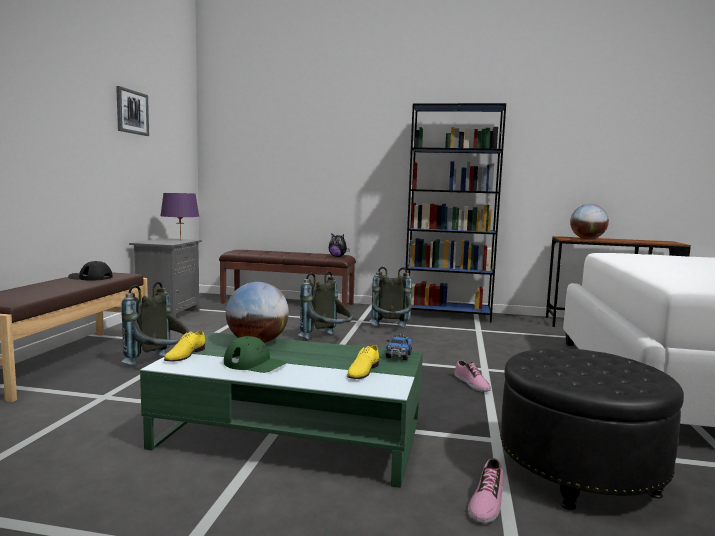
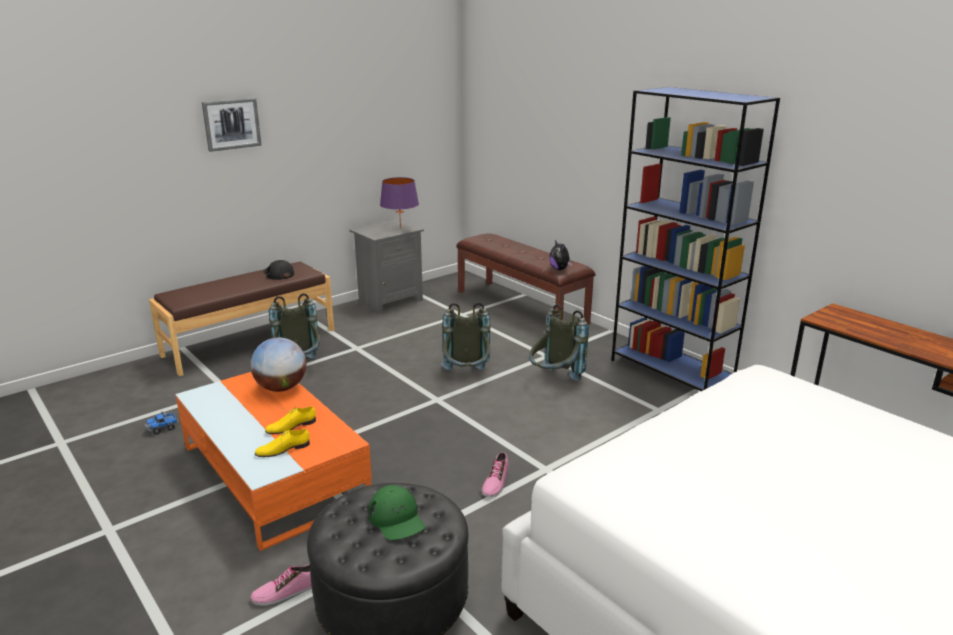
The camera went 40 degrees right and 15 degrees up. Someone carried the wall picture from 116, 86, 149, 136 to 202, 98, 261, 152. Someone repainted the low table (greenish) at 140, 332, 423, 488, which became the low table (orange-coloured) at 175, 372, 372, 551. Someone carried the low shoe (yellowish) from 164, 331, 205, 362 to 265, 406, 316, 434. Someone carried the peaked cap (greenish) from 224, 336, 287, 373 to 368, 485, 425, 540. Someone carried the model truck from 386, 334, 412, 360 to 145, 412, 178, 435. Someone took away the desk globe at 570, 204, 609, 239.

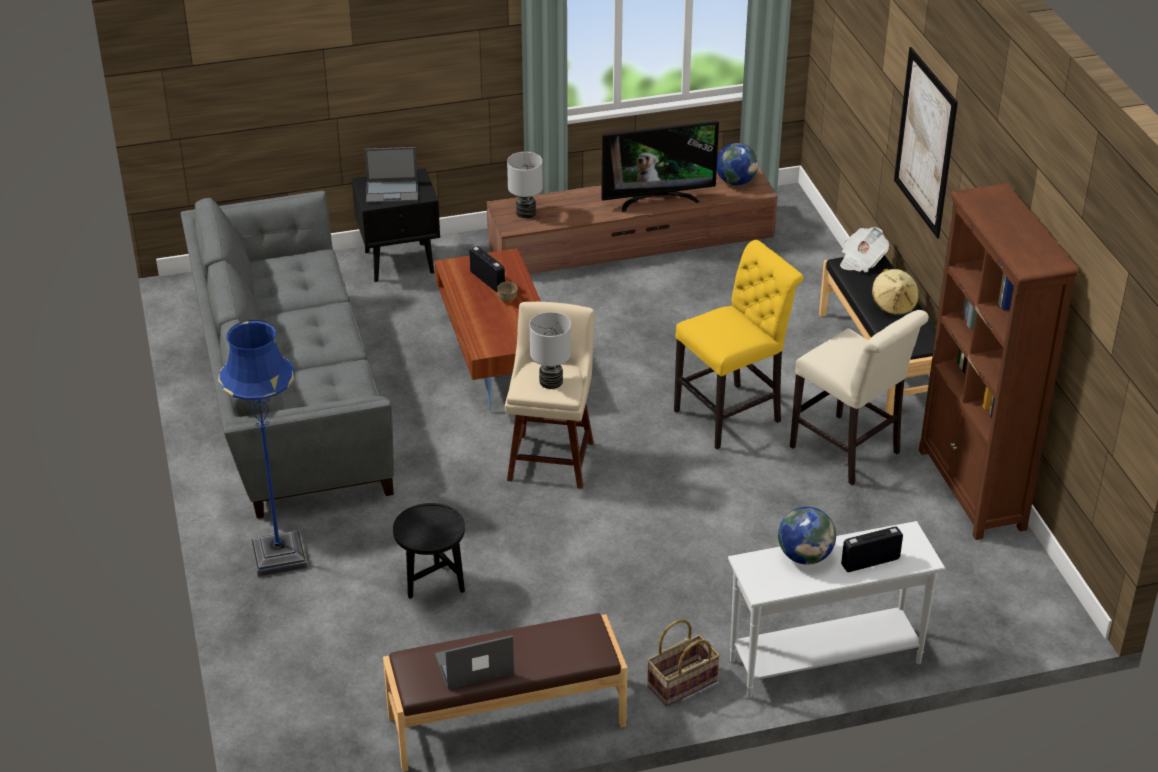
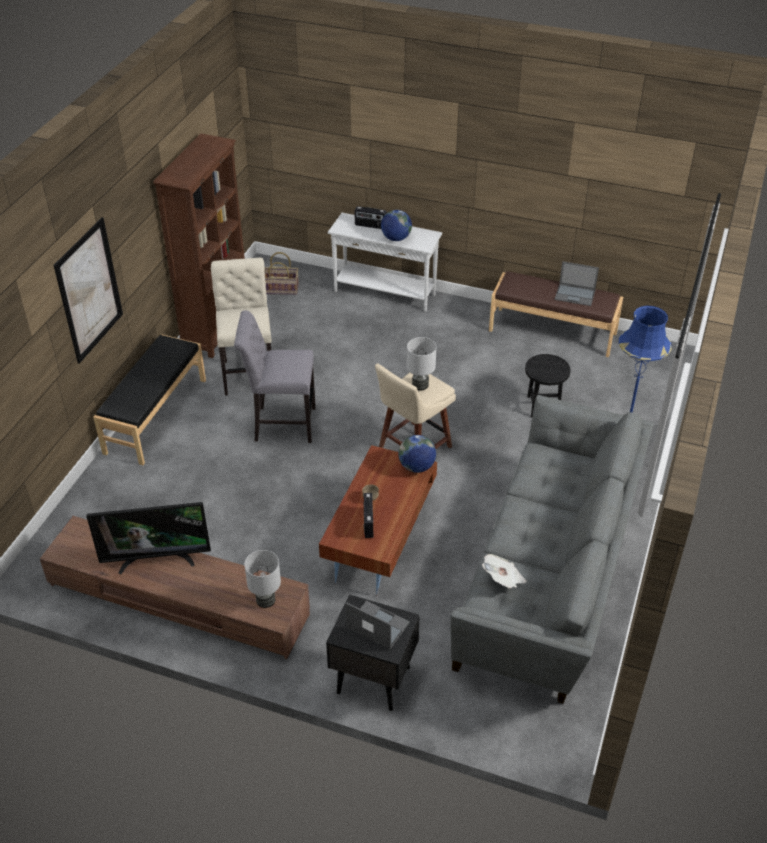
The camera went 145 degrees left and 5 degrees up. Someone rotated the TV at 601, 121, 719, 212 by 150 degrees clockwise. Someone carried the household basket from 647, 619, 720, 706 to 264, 252, 299, 295. Someone repainted the stool seat (yellowish) at 674, 240, 803, 449, which became the stool seat (gray) at 234, 310, 316, 443. Someone carried the desk globe from 717, 143, 758, 186 to 398, 435, 436, 473. Someone carried the printed paper from 840, 227, 889, 272 to 482, 554, 526, 588. Someone took away the clothing hat (sand-coloured) at 872, 269, 919, 316.

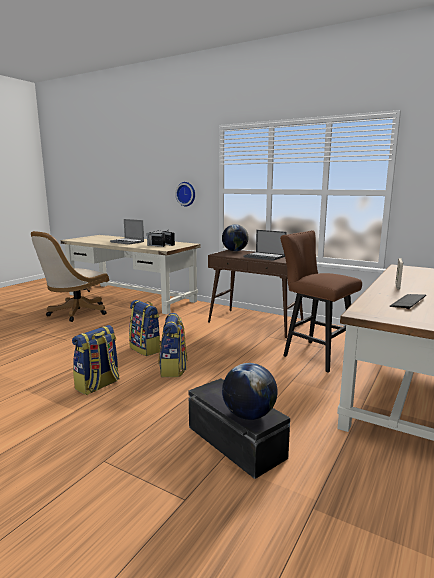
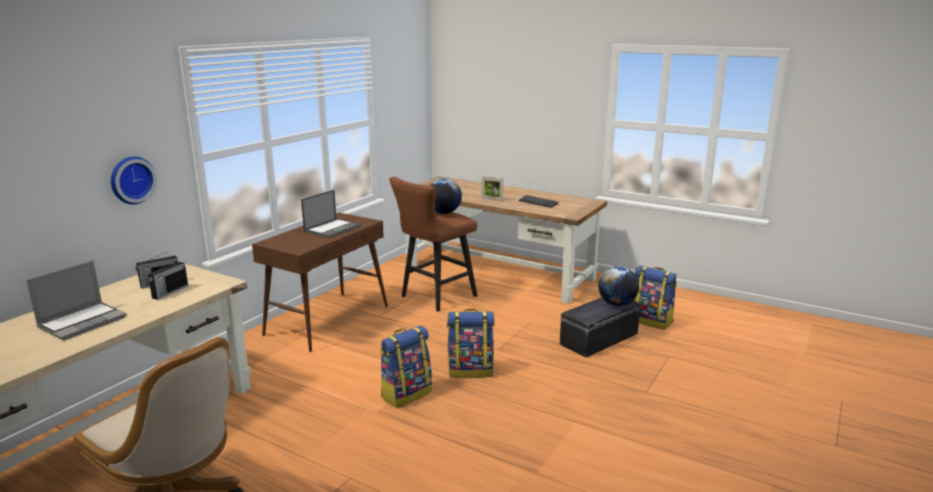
The camera went 90 degrees left and 5 degrees up. Someone carried the knapsack from 72, 325, 120, 395 to 634, 266, 677, 330. Someone carried the desk globe from 222, 224, 249, 251 to 430, 178, 462, 214.

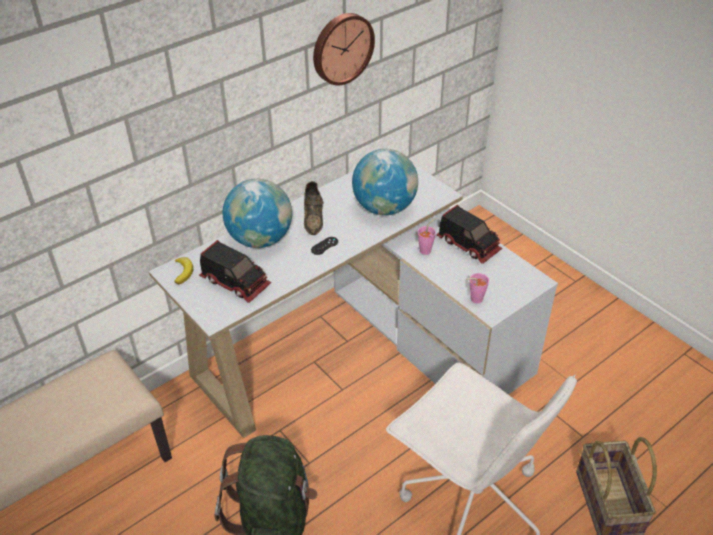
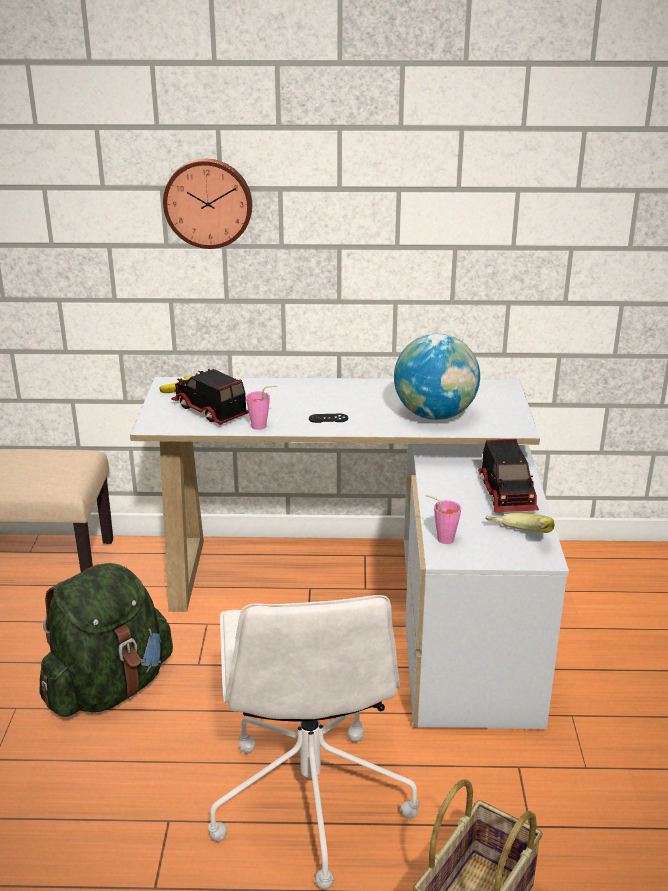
The camera went 40 degrees right and 15 degrees down. Someone rotated the model truck at 199, 240, 271, 303 by 150 degrees clockwise. Someone took away the desk globe at 222, 179, 292, 248. Someone took away the low shoe (brownish) at 304, 181, 324, 235. Someone carried the clock on the wall from 313, 13, 375, 85 to 163, 159, 252, 249. Someone carried the small cup (pink-coloured) from 418, 218, 436, 255 to 246, 385, 277, 430. Someone put down the banana at 485, 513, 554, 533.

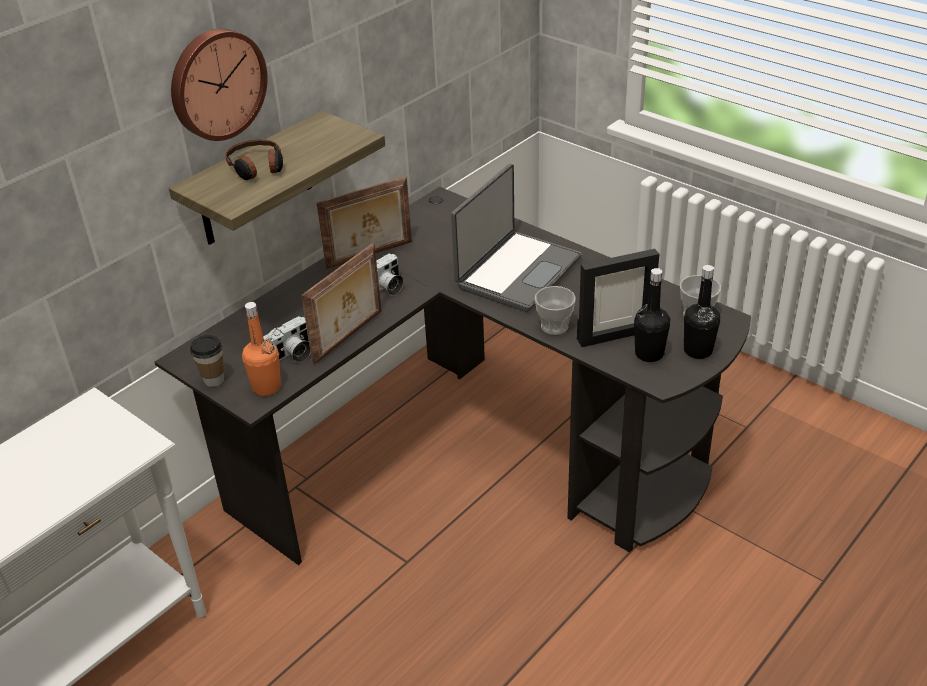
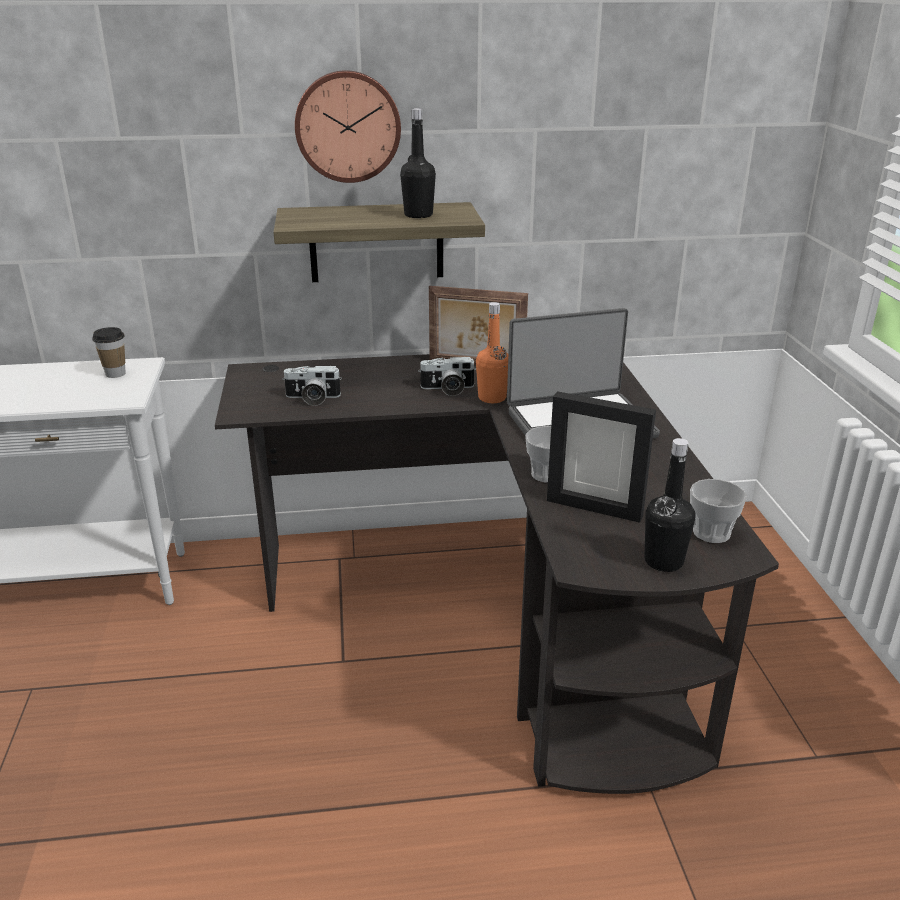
The camera went 40 degrees right and 10 degrees down. Someone carried the small cup from 190, 335, 224, 387 to 92, 327, 126, 378. Someone took away the pair of headphones at 225, 139, 283, 180. Someone carried the beverage bottle (orange-coloured) from 242, 302, 281, 396 to 476, 302, 508, 403. Someone took away the photo frame at 301, 243, 382, 365. Someone carried the beverage bottle (blackish) from 634, 268, 670, 362 to 400, 108, 436, 218.

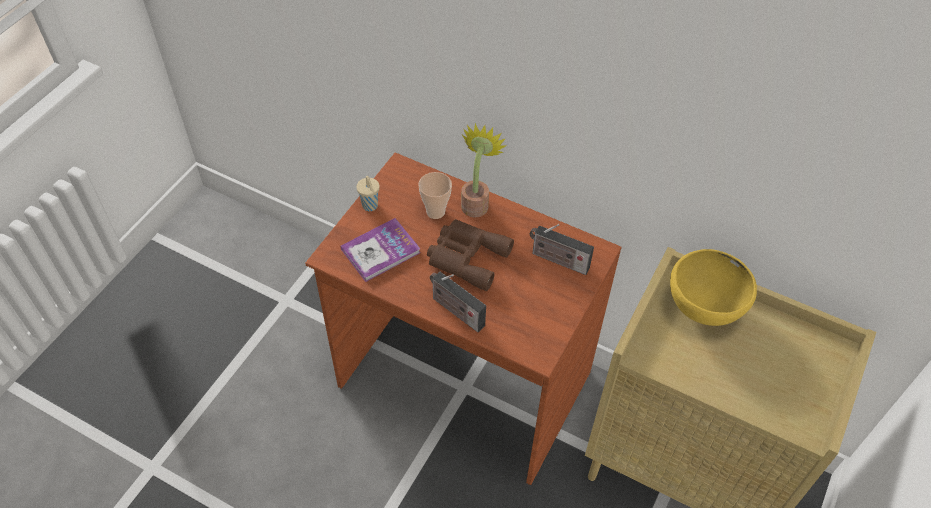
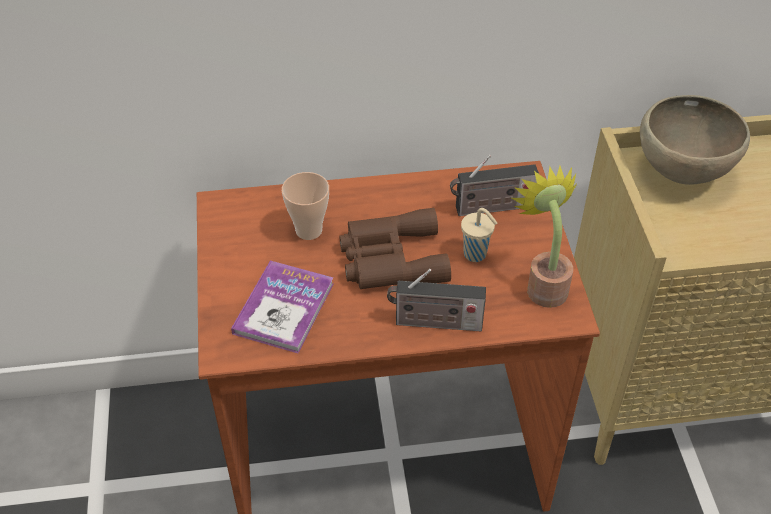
The camera went 35 degrees left and 5 degrees down. Someone carried the small cup (sand-coloured) from 356, 176, 380, 211 to 461, 208, 497, 262. Someone carried the potted plant from 461, 123, 507, 217 to 512, 166, 578, 308. Someone repainted the bowl (yellowish) at 670, 249, 757, 326, which became the bowl (brownish) at 640, 95, 750, 185.

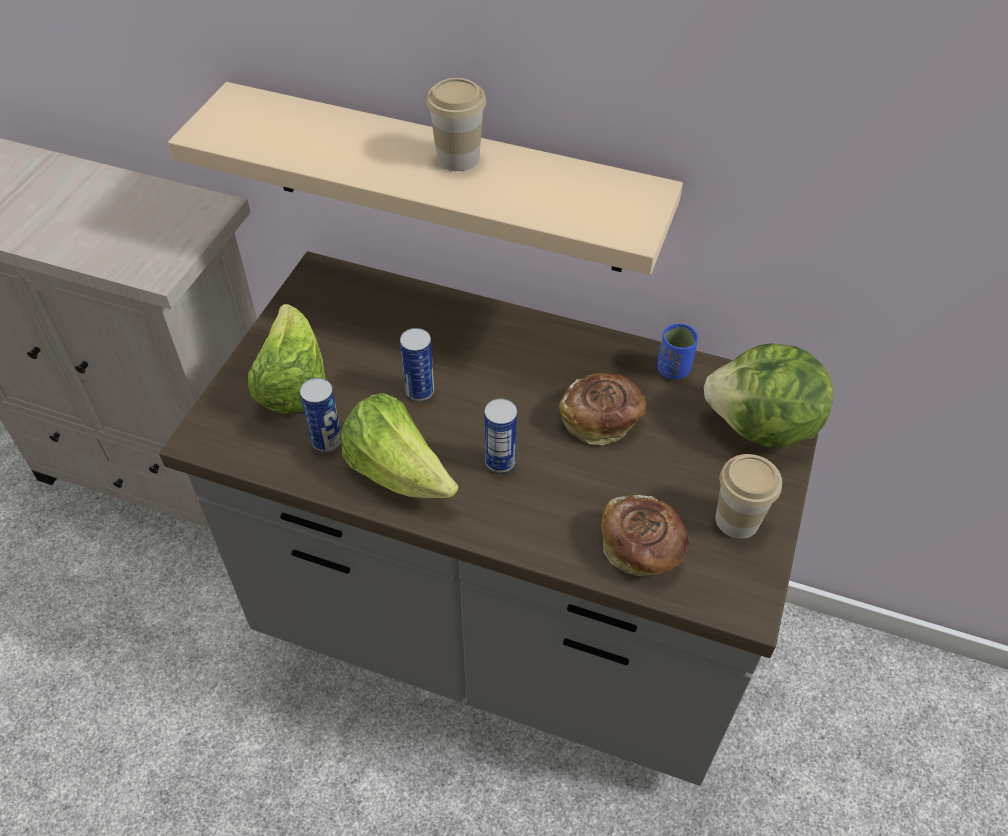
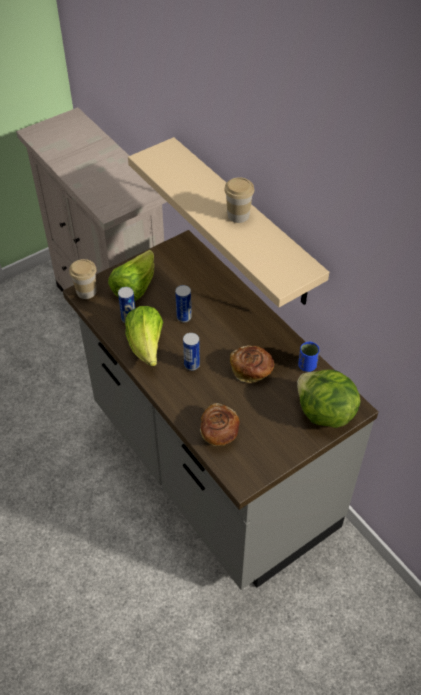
The camera went 35 degrees right and 0 degrees up. Someone carried the small cup from 715, 454, 782, 539 to 69, 259, 96, 299.

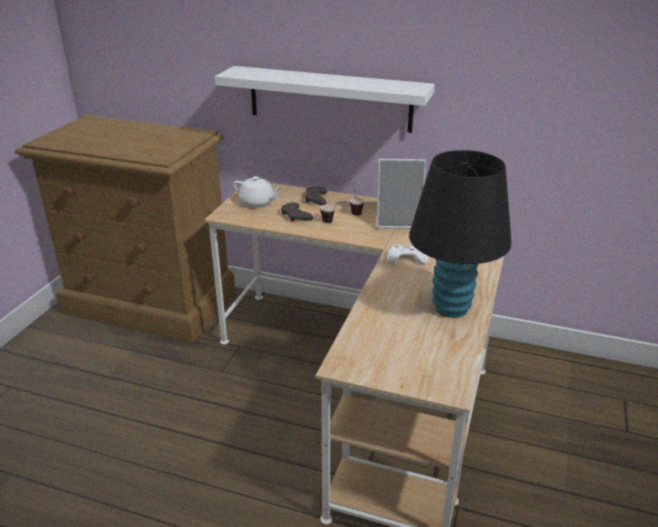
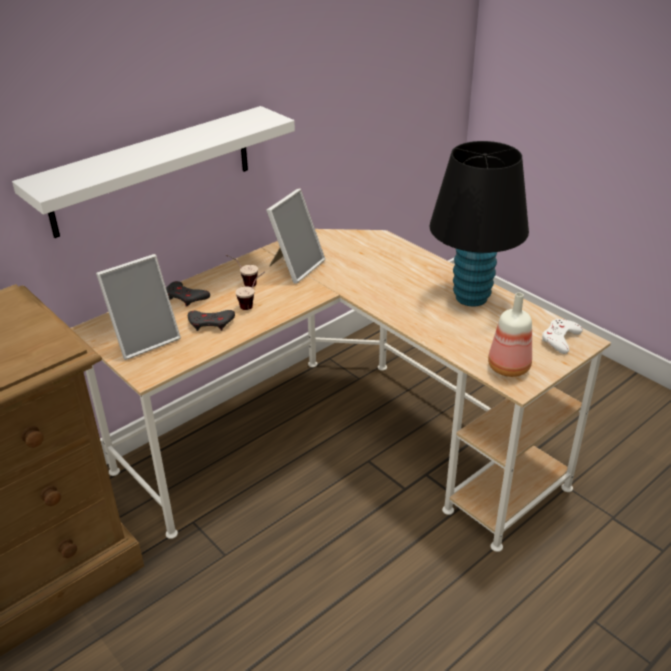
The camera went 60 degrees left and 5 degrees up. Someone swapped the pot for tea (white-coloured) at 233, 176, 283, 207 for the photo frame at 96, 254, 181, 360. Someone carried the joypad (white-coloured) from 387, 244, 428, 265 to 542, 319, 583, 354. Someone put down the beverage bottle at 488, 292, 532, 377.

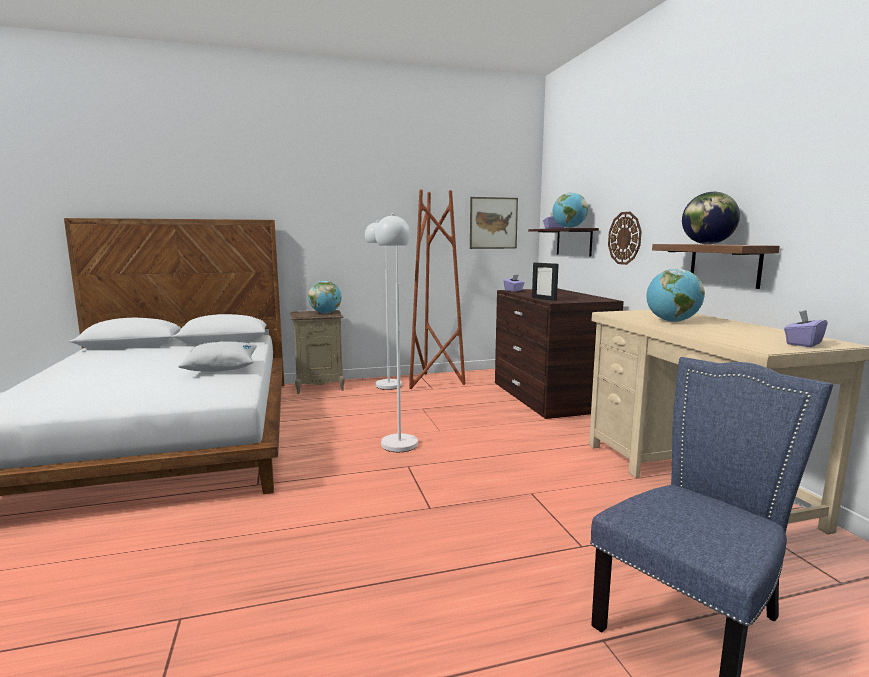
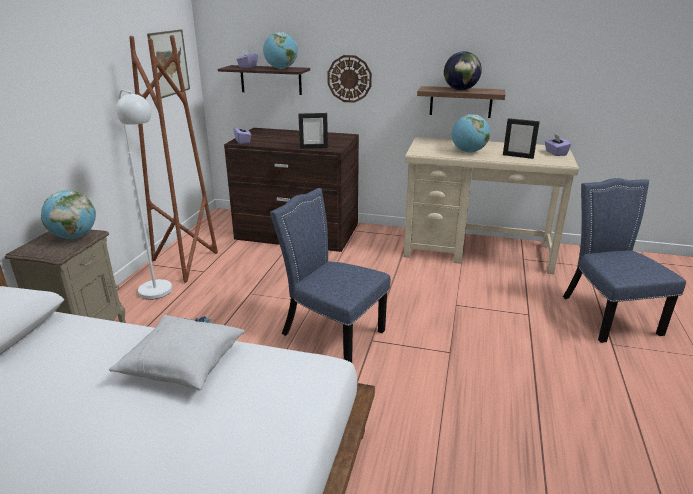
The camera went 60 degrees left and 15 degrees up. Someone swapped the floor lamp (white-coloured) at 375, 213, 418, 452 for the upright chair (blue) at 270, 188, 390, 363. Someone put down the photo frame at 503, 118, 540, 159.

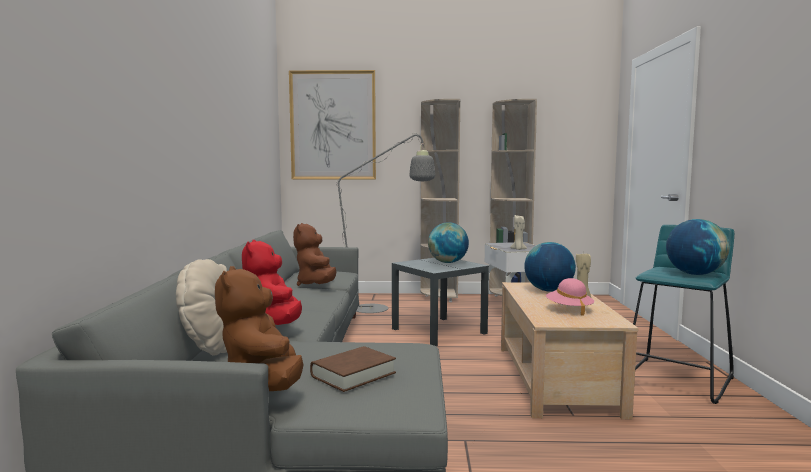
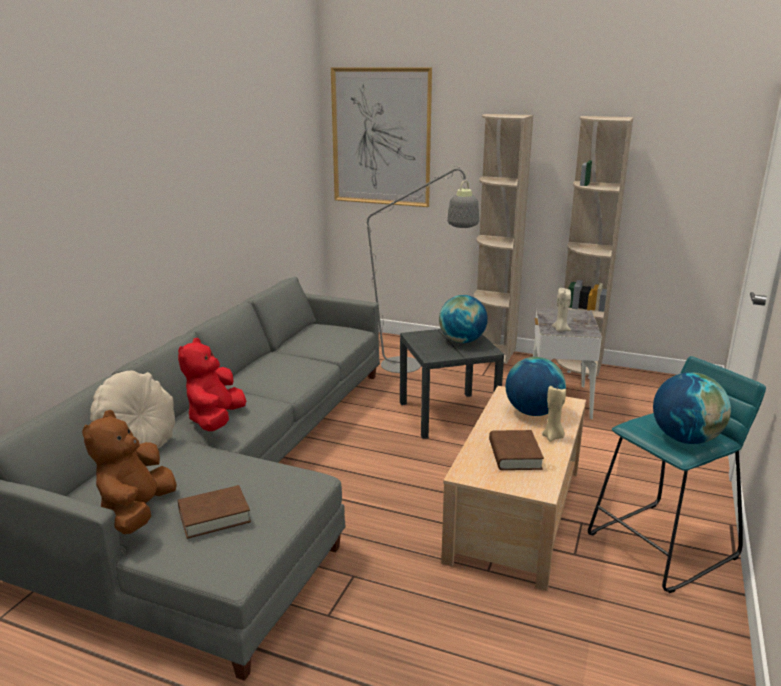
The camera went 20 degrees right and 15 degrees up. Someone took away the soft toy (brownish) at 293, 223, 336, 286. Someone swapped the clothing hat (pink-coloured) at 546, 278, 594, 316 for the volume (brownish) at 489, 430, 544, 470.

